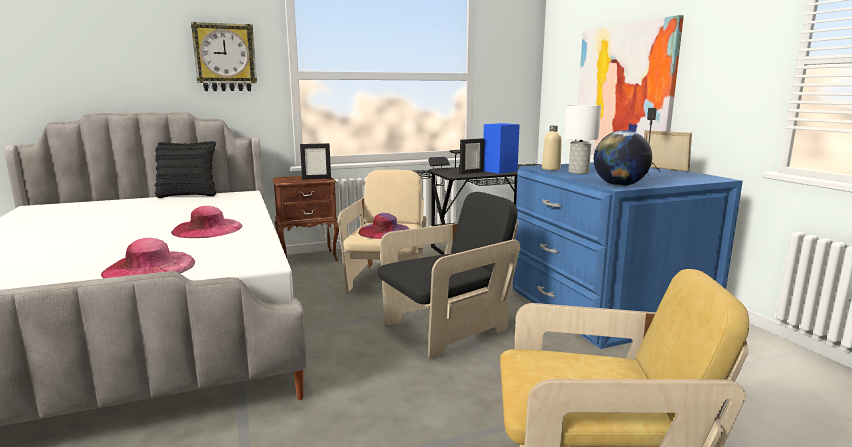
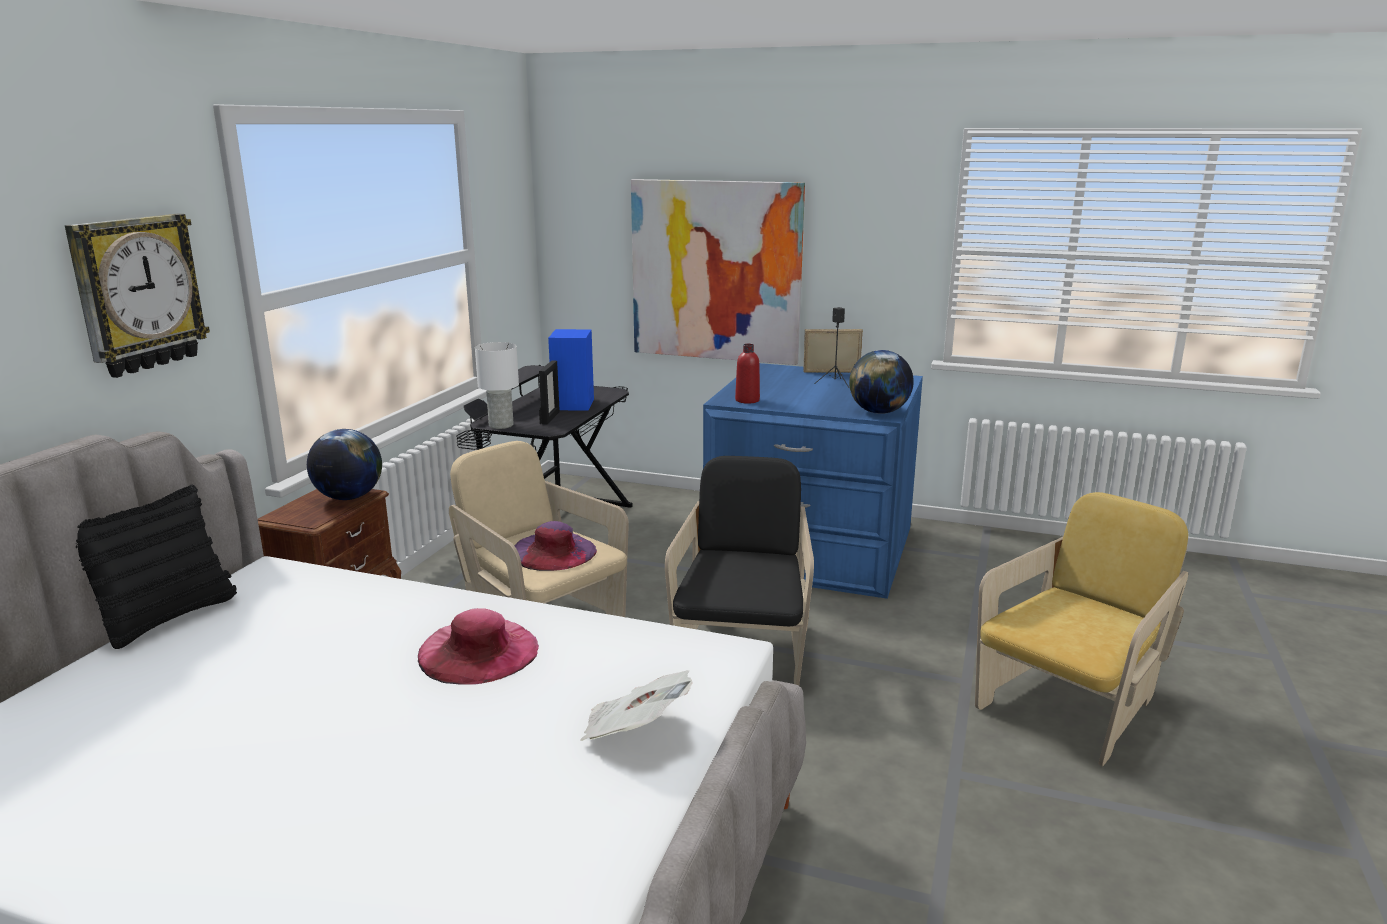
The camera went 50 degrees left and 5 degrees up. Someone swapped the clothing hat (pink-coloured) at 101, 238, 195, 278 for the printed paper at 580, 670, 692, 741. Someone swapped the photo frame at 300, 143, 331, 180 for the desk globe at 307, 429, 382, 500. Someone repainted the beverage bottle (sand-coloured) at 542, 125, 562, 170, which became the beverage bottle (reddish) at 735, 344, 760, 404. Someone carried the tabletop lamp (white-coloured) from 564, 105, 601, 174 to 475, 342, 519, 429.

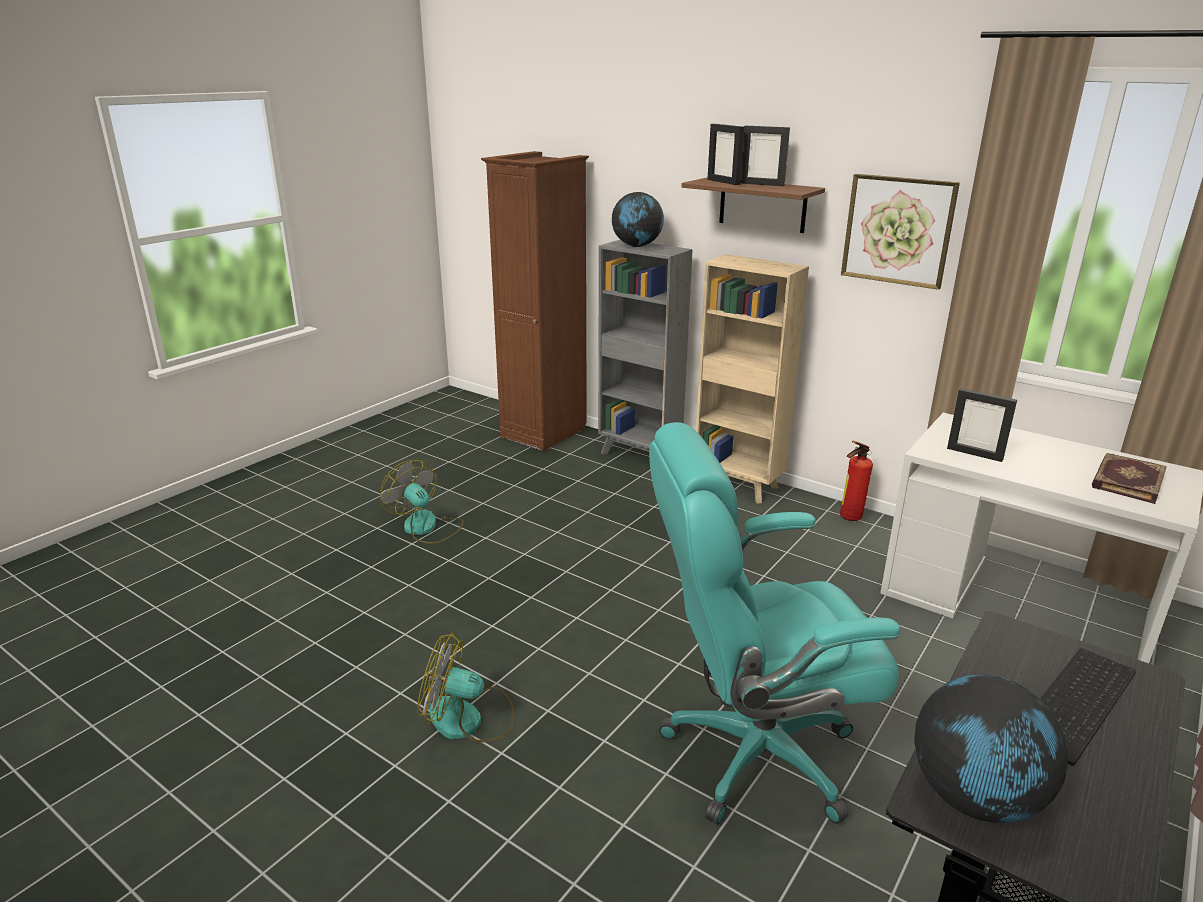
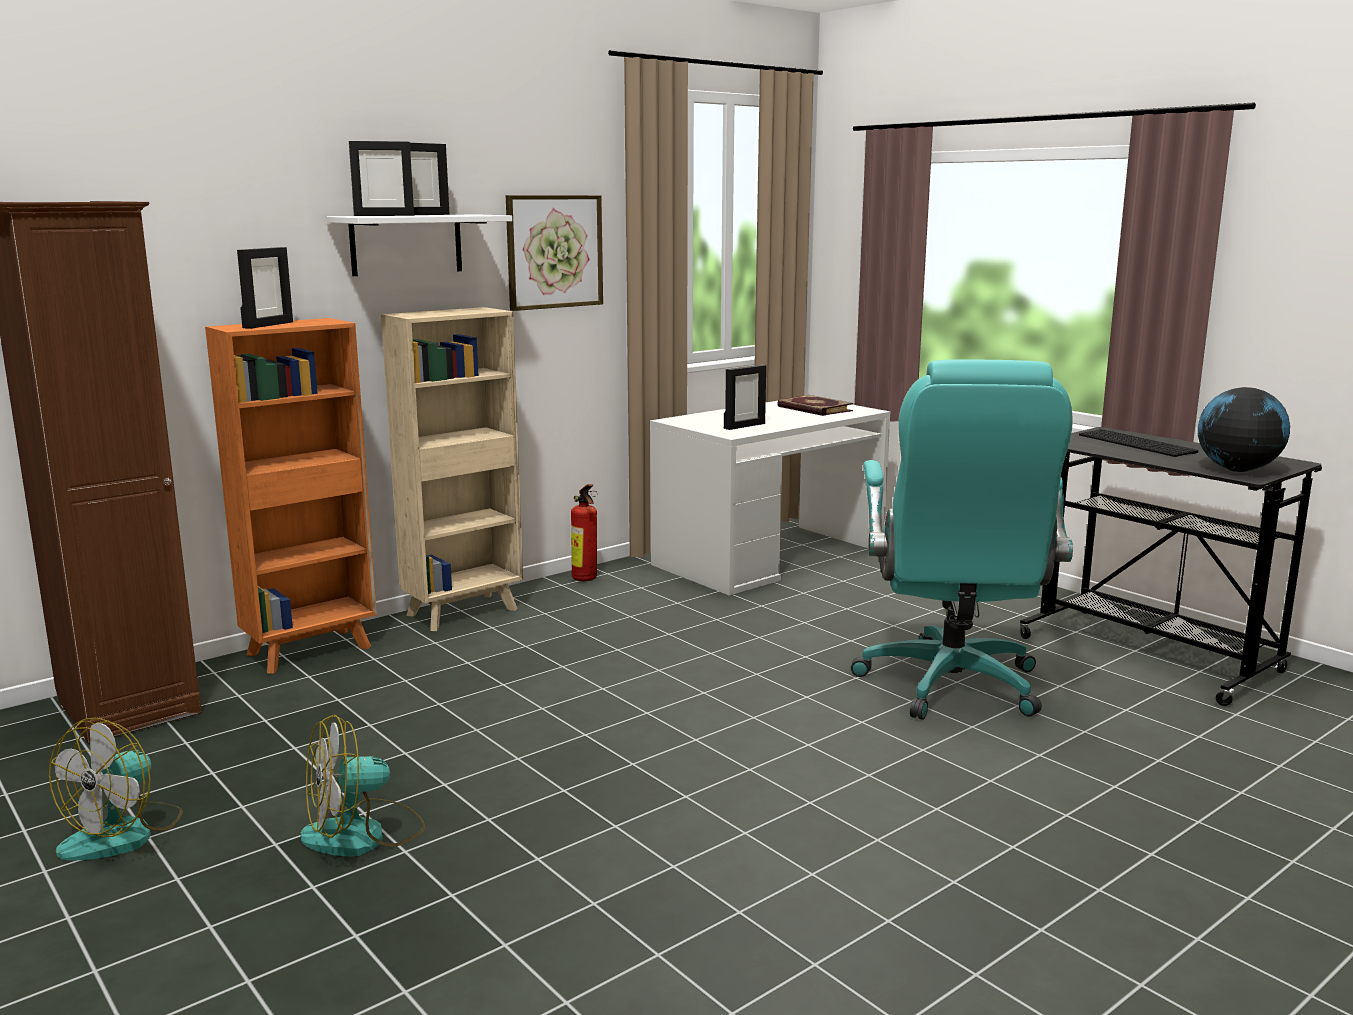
The camera went 75 degrees left and 10 degrees down. Someone carried the electric fan from 417, 633, 514, 743 to 49, 718, 183, 861. Someone repainted the bookcase (gray) at 598, 240, 693, 455, which became the bookcase (orange-coloured) at 205, 318, 377, 674. Someone swapped the desk globe at 612, 192, 664, 247 for the photo frame at 237, 247, 293, 329. Someone repainted the shelf (brownish) at 681, 177, 825, 233, which became the shelf (white-coloured) at 327, 214, 512, 276.

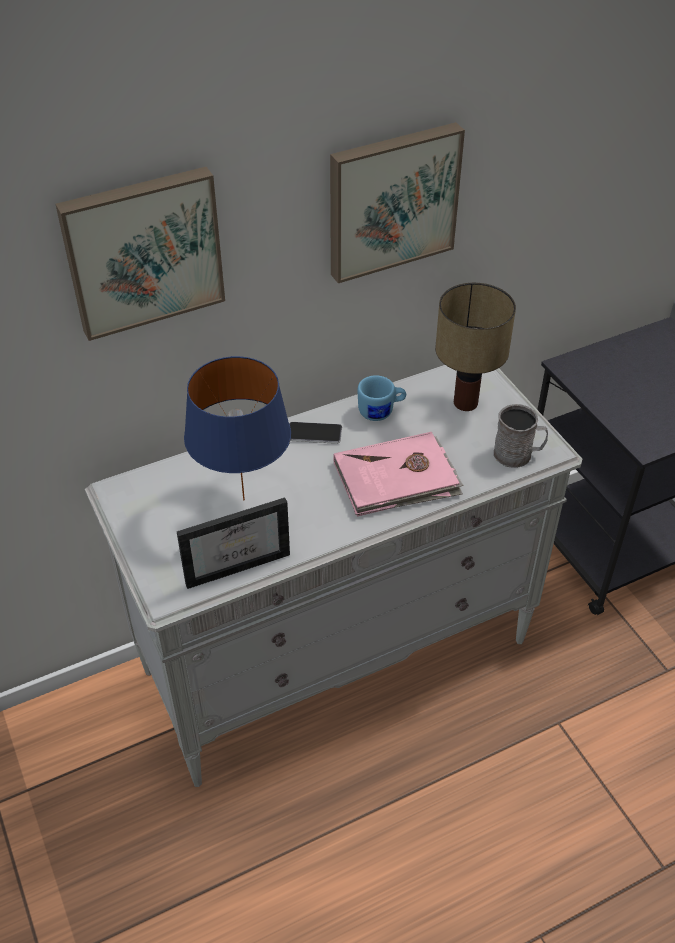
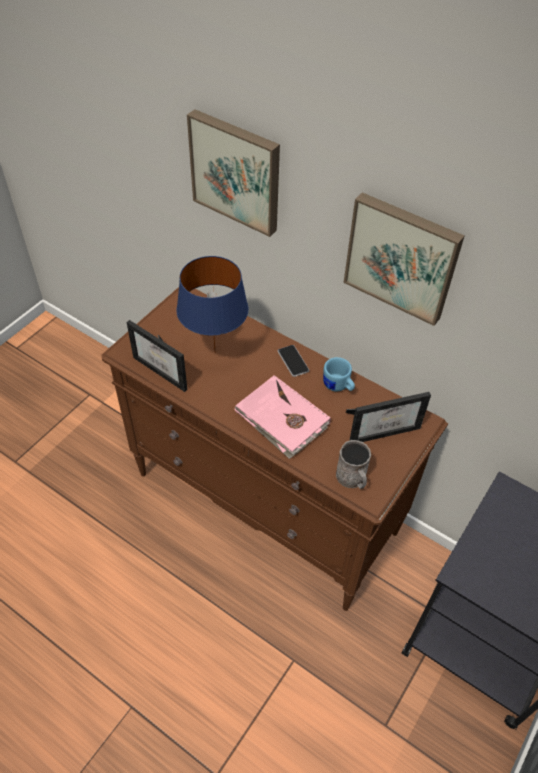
The camera went 60 degrees right and 5 degrees up. Someone repainted the drawer chest (white-coloured) at 85, 365, 582, 787, which became the drawer chest (brownish) at 101, 287, 448, 611. Someone swapped the tabletop lamp at 435, 283, 516, 411 for the photo frame at 346, 392, 431, 442.

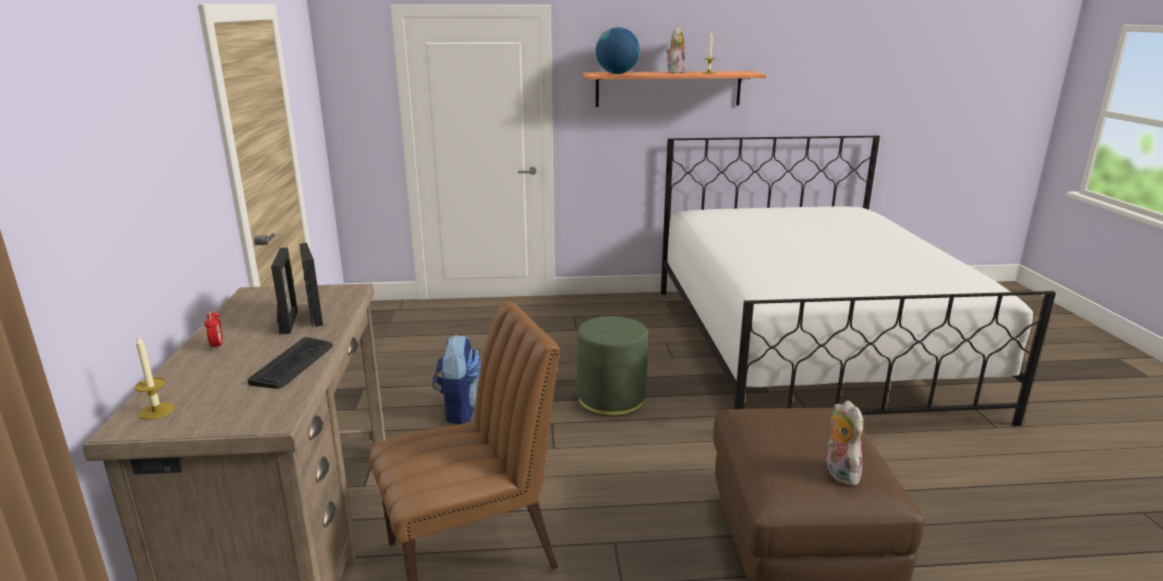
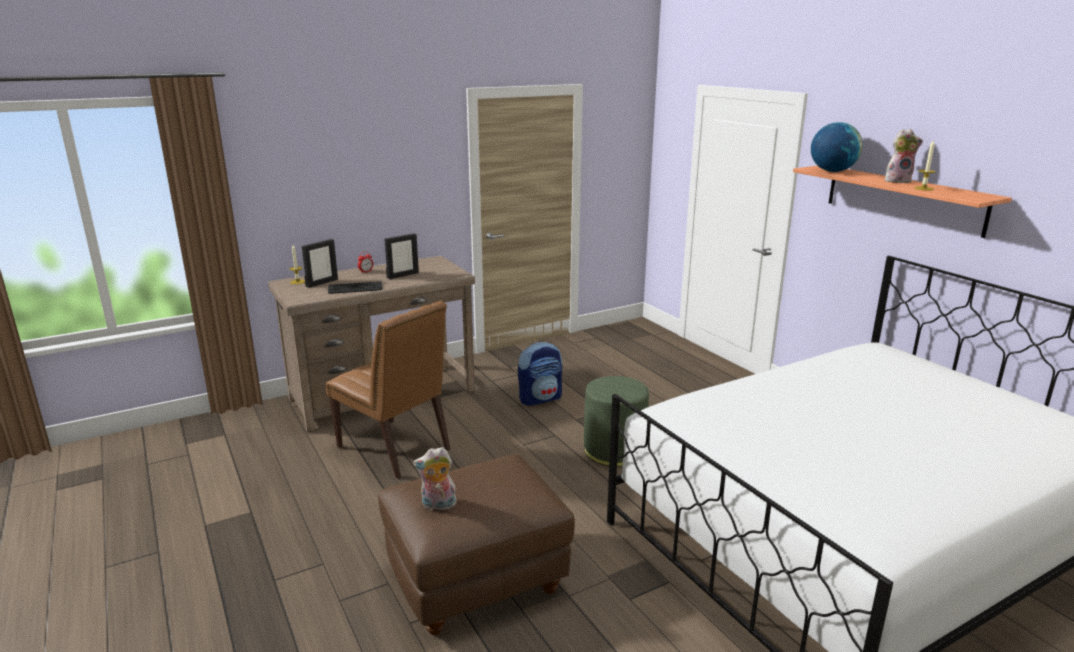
The camera went 65 degrees right and 0 degrees up. Someone carried the photo frame from 299, 243, 323, 327 to 302, 239, 338, 288. Someone rotated the soft toy at 826, 401, 863, 486 by 150 degrees counterclockwise.

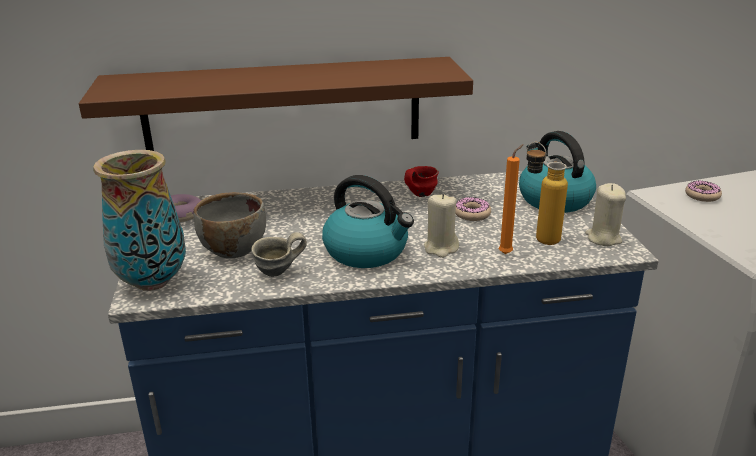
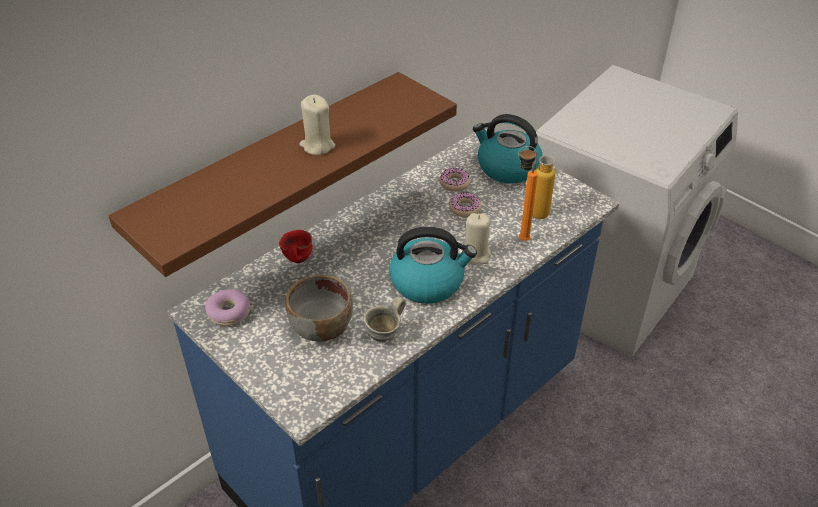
The camera went 35 degrees left and 15 degrees up. Someone took away the vase at 93, 150, 186, 291. Someone carried the coffee mug (reddish) from 404, 166, 439, 197 to 279, 230, 313, 263. Someone carried the candle (sand-coloured) from 585, 183, 626, 246 to 300, 95, 335, 155. Someone carried the doughnut from 685, 181, 722, 202 to 439, 168, 471, 191.

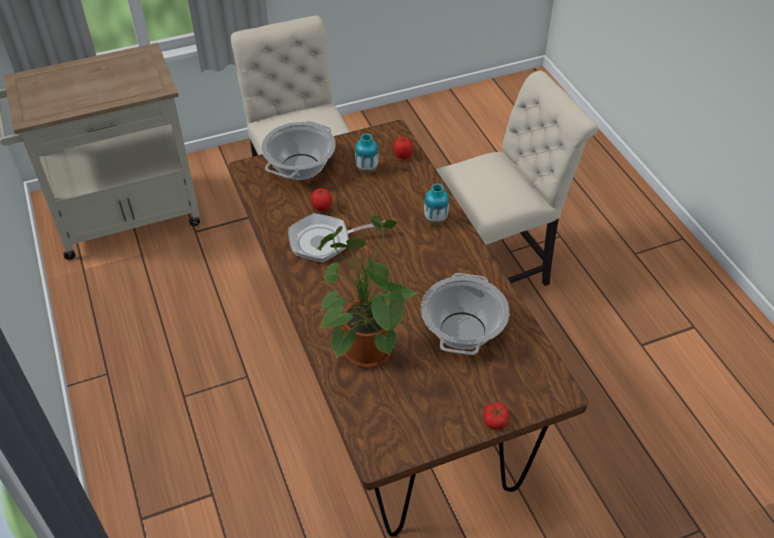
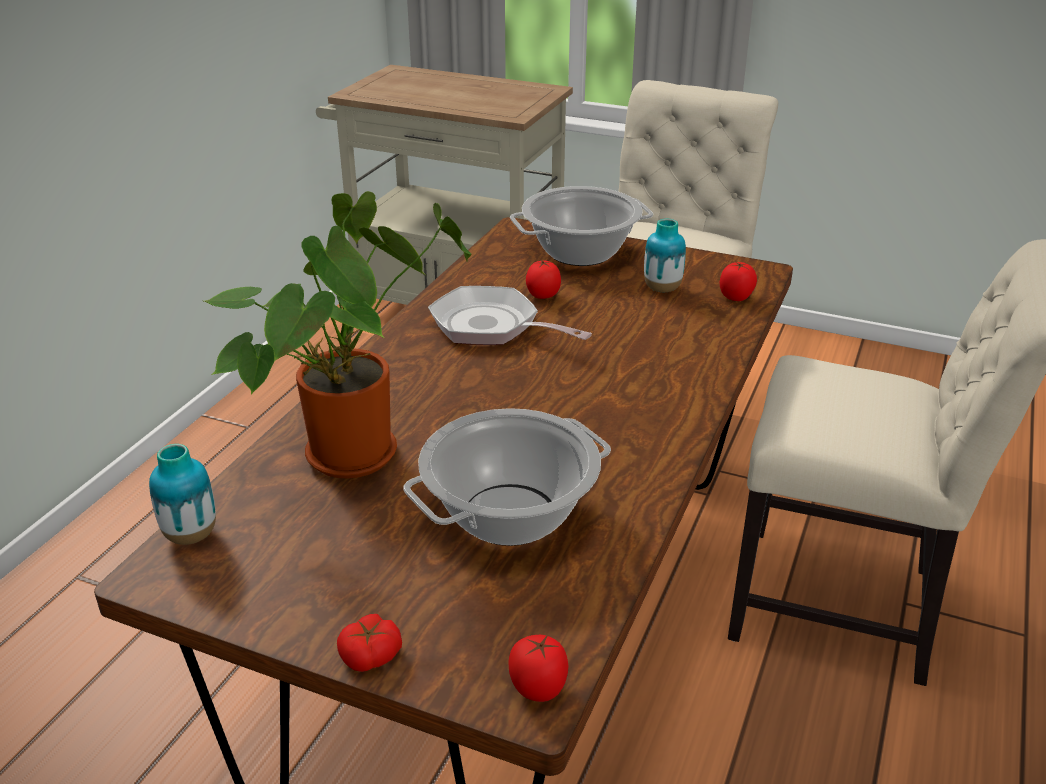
The camera went 45 degrees right and 15 degrees down. Someone carried the vase from 424, 184, 449, 225 to 149, 444, 216, 545. Someone put down the fresh tomato at 508, 635, 568, 702.

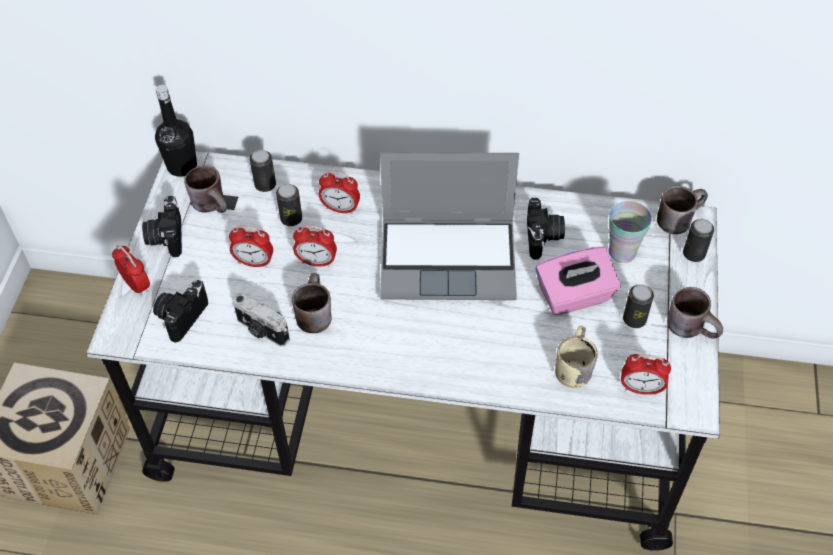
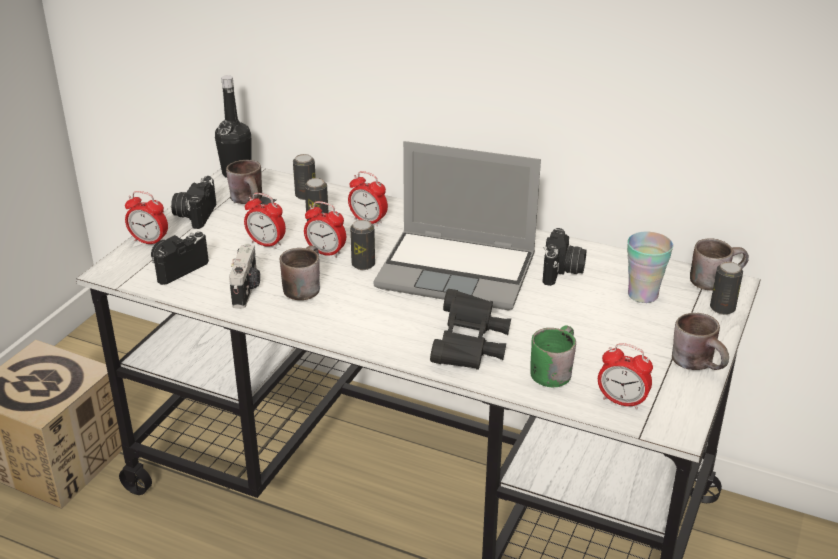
The camera went 15 degrees right and 20 degrees down. Someone rotated the table clock at 112, 245, 150, 296 by 135 degrees clockwise. Someone rotated the still camera at 233, 293, 290, 347 by 135 degrees counterclockwise. Someone took away the box of tissues (pink-coloured) at 535, 247, 621, 315. Someone repainted the coffee mug (sand-coloured) at 555, 326, 598, 388, which became the coffee mug (greenish) at 530, 325, 576, 387. Someone carried the sealed can from 623, 285, 654, 328 to 350, 220, 375, 270. Someone put down the binoculars (blackish) at 430, 289, 511, 370.

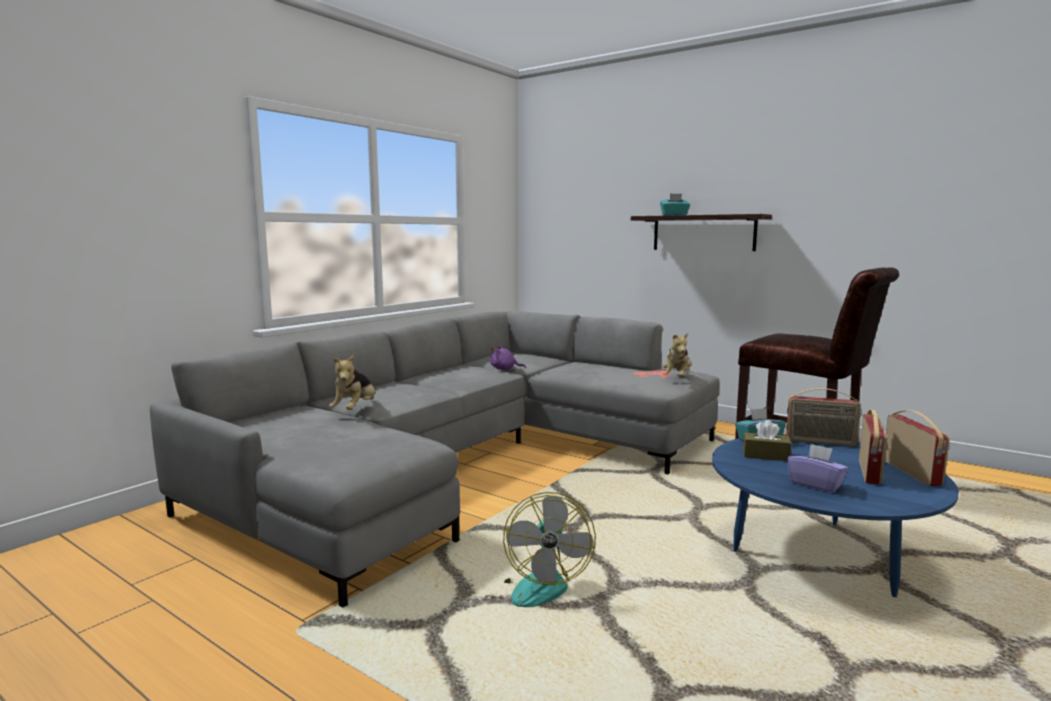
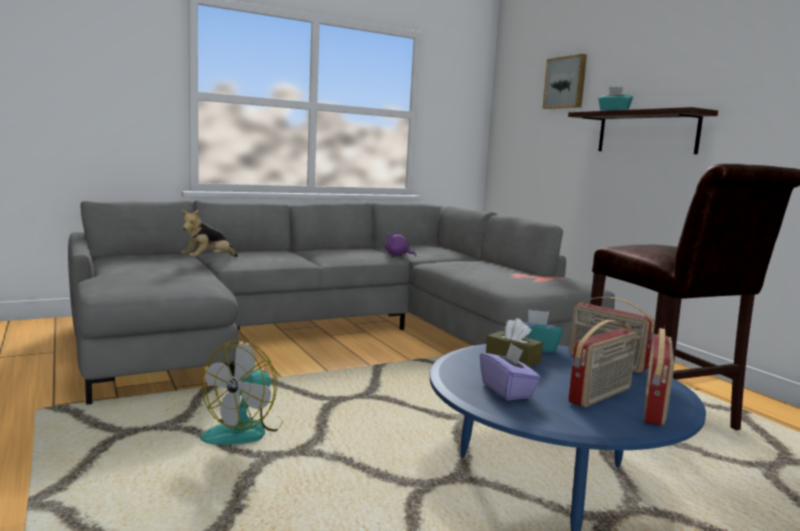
The camera went 25 degrees right and 0 degrees up. Someone took away the soft toy at 662, 333, 691, 377. Someone put up the wall picture at 542, 54, 587, 109.

